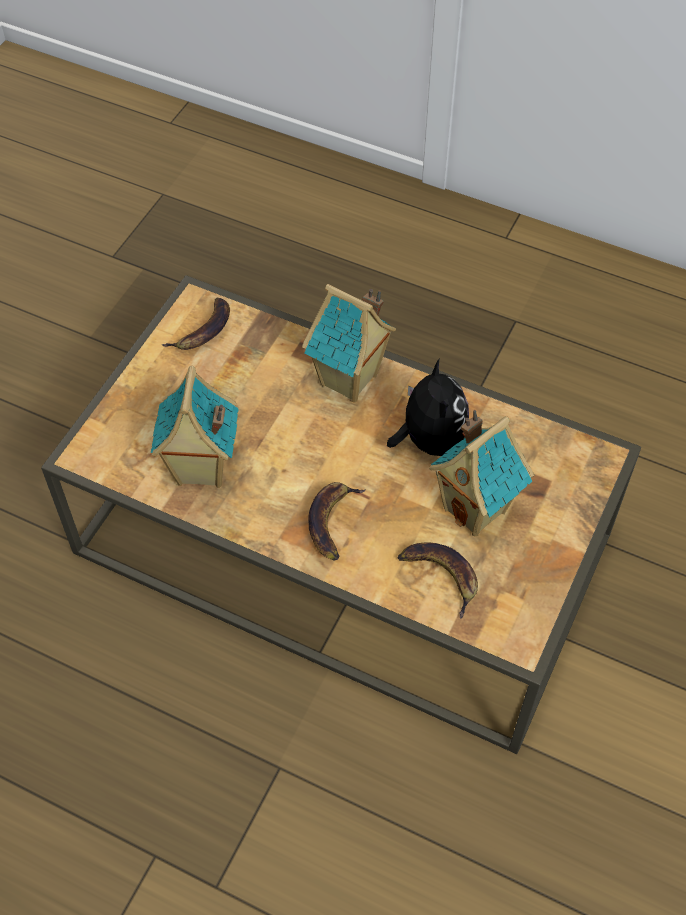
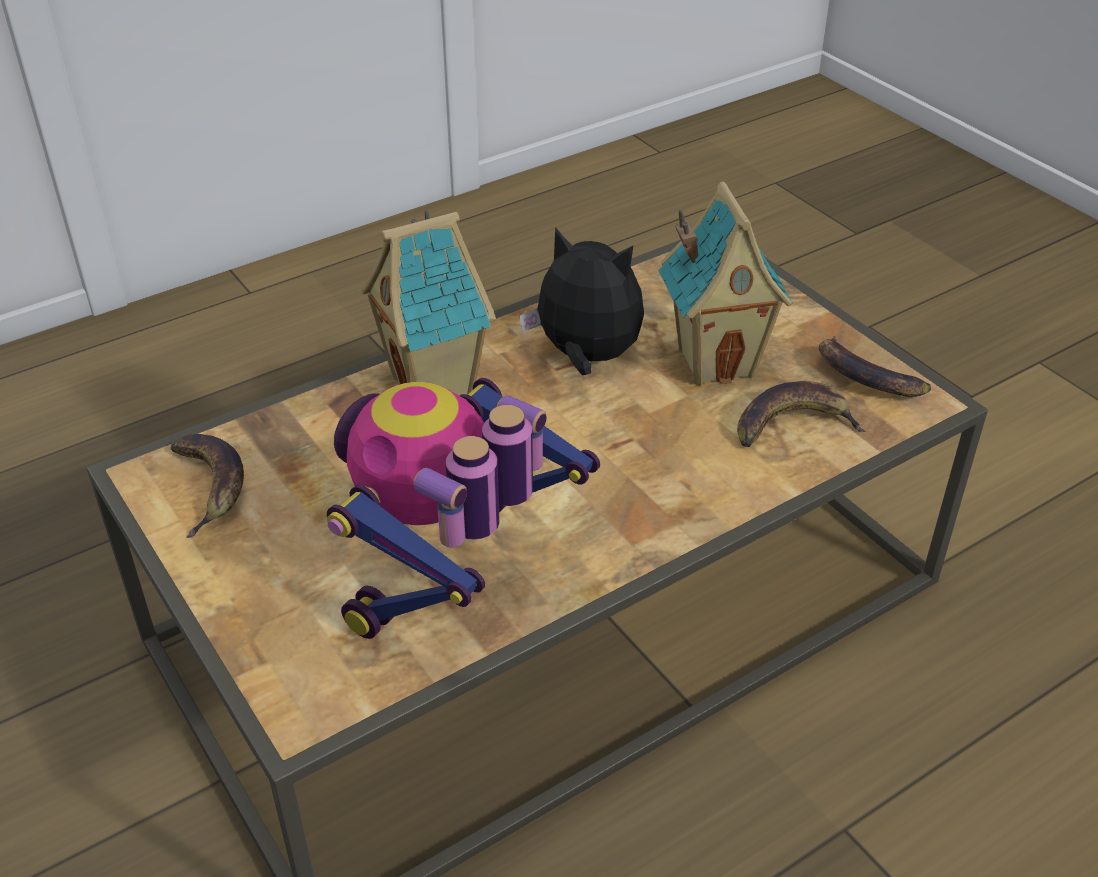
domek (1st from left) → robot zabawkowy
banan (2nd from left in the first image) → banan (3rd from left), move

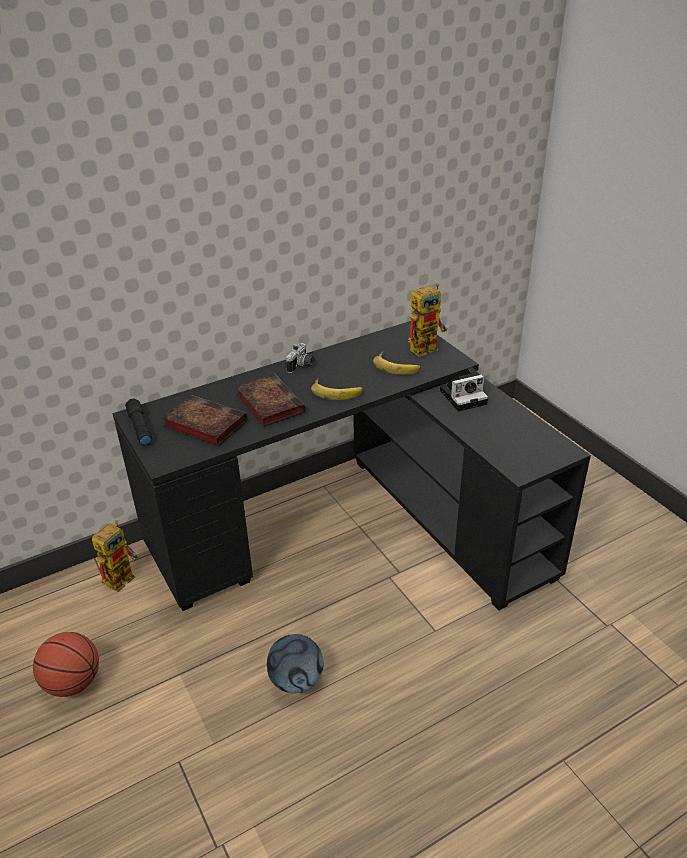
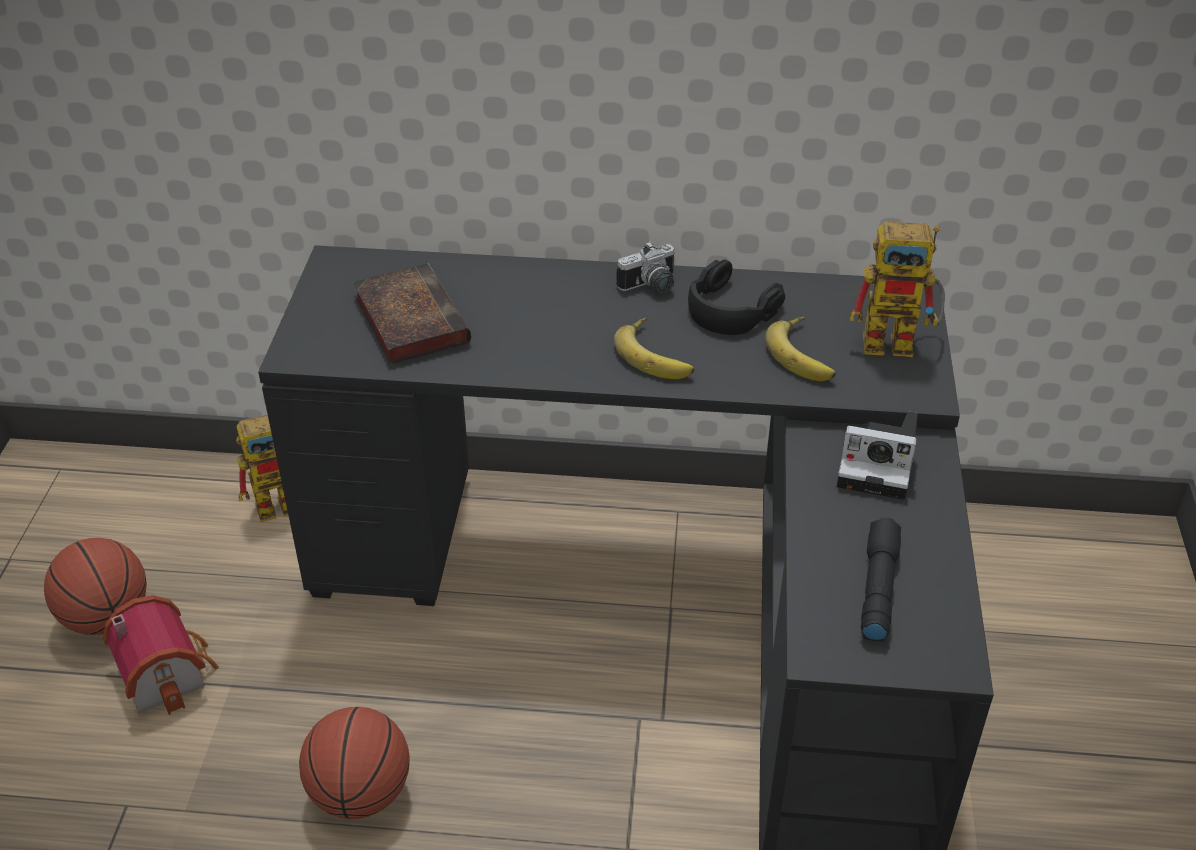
książka (2nd from left) → -
latarka/czarny, move
piłka futbolowa → piłka do koszykówki (2nd from left)
- → słuchawki/czarny
- → domek

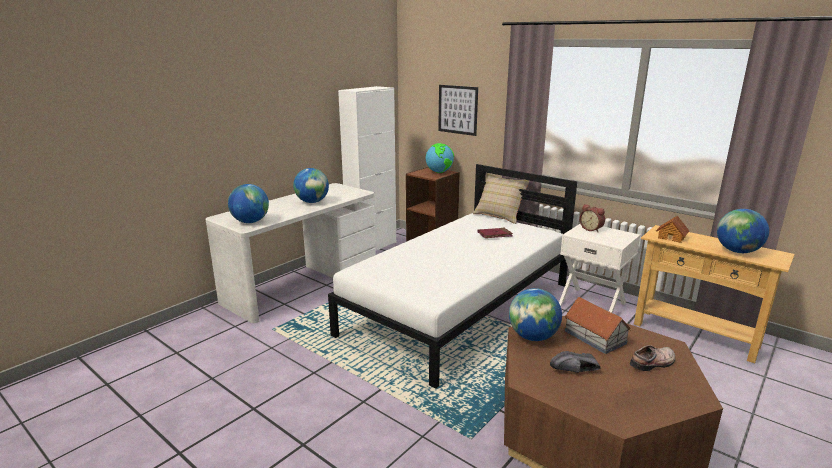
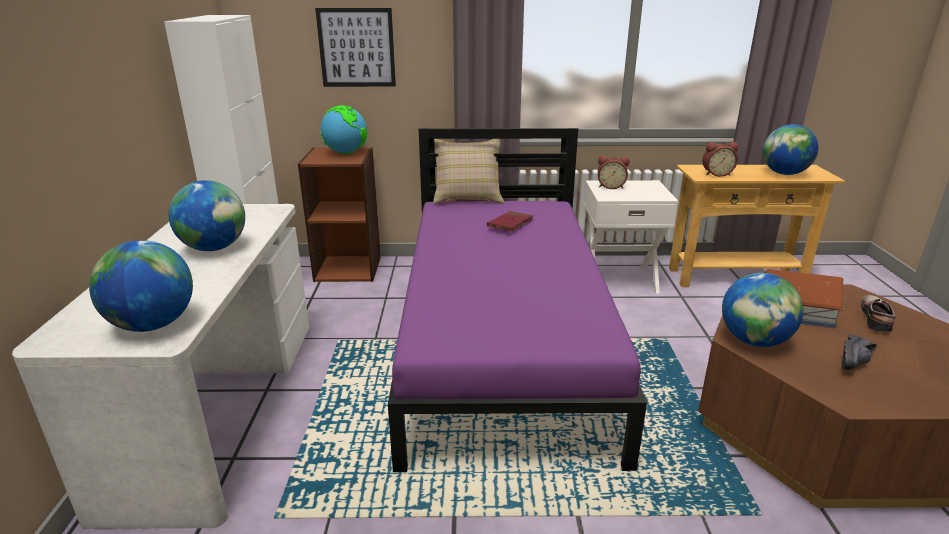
łóżko/biały → łóżko/fioletowy
domek (2nd from left) → budzik (2nd from left)

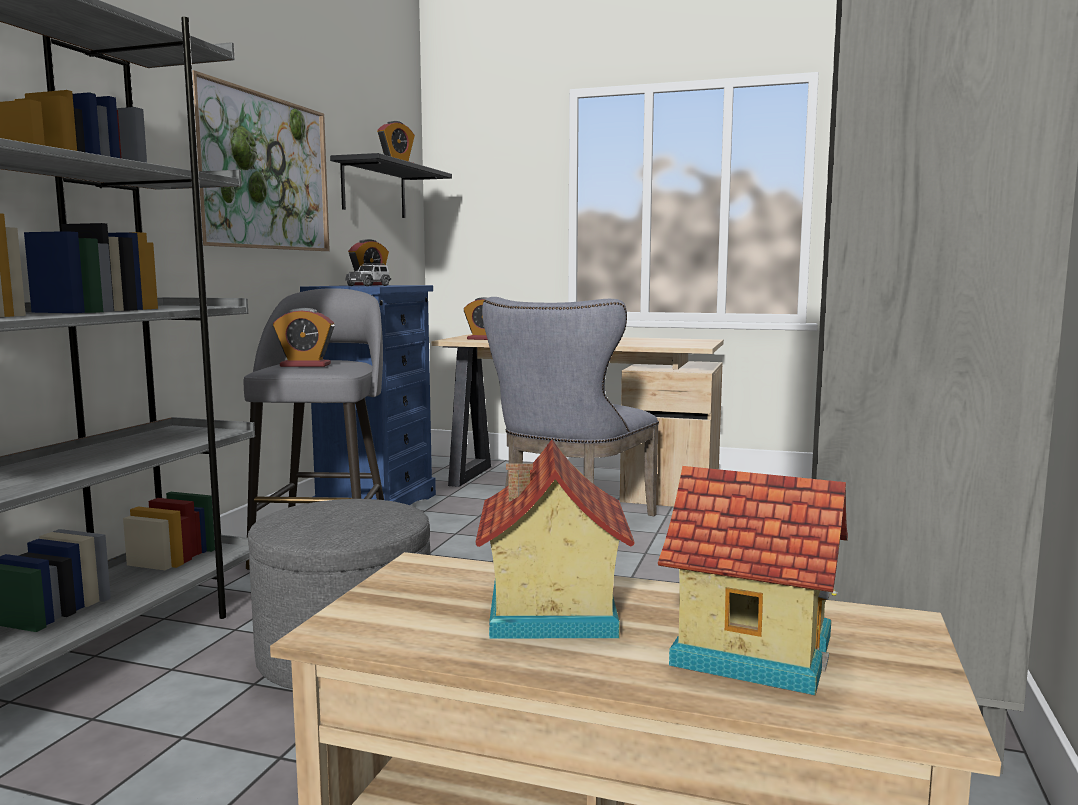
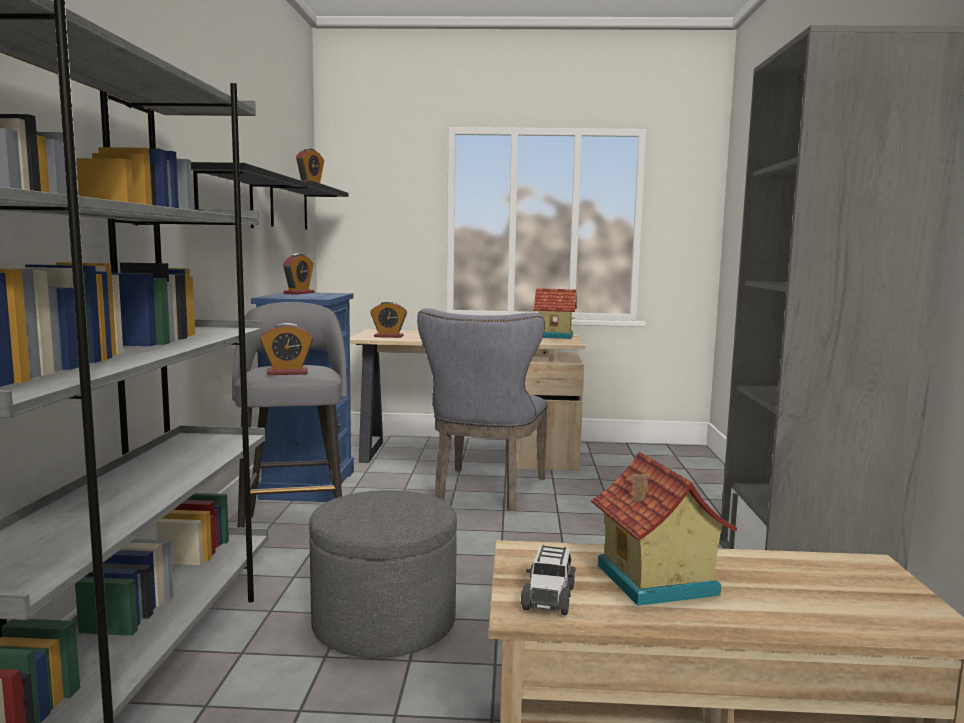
obraz → półka/czarny (1st from left)
samochodzik, move
domek (2nd from left in the first image) → domek (1st from left), move

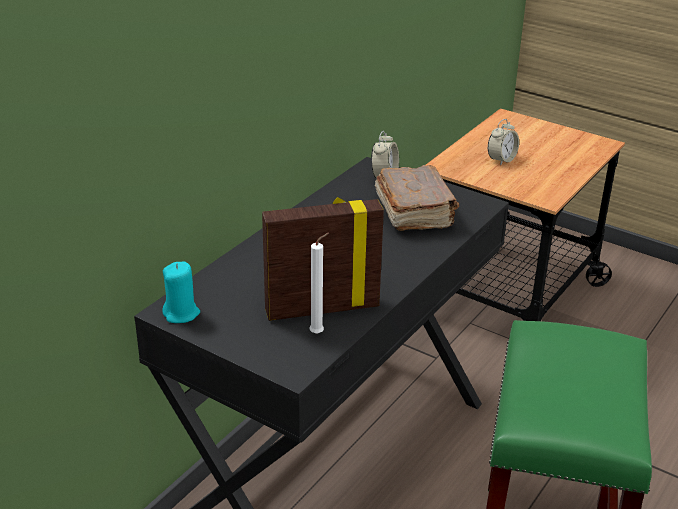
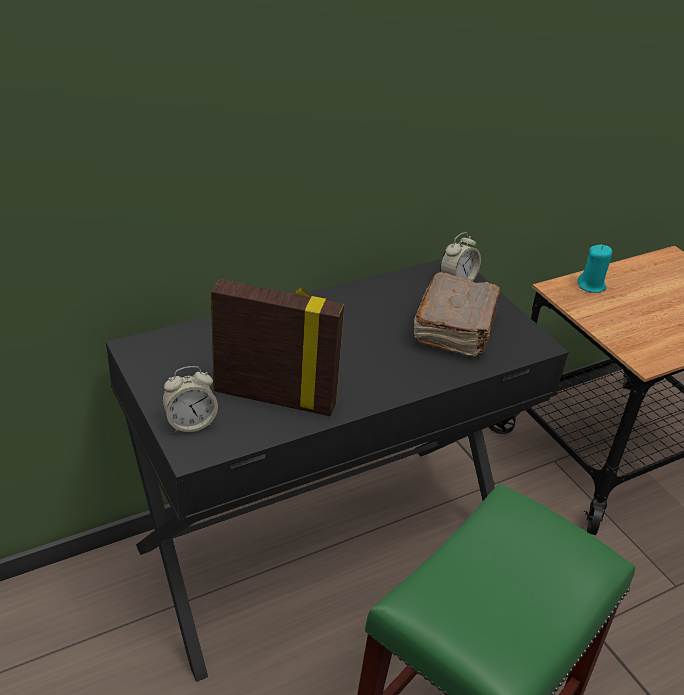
budzik (2nd from left in the first image) → budzik (1st from left), move
świeca/biały → -
świeca/turkusowy, move

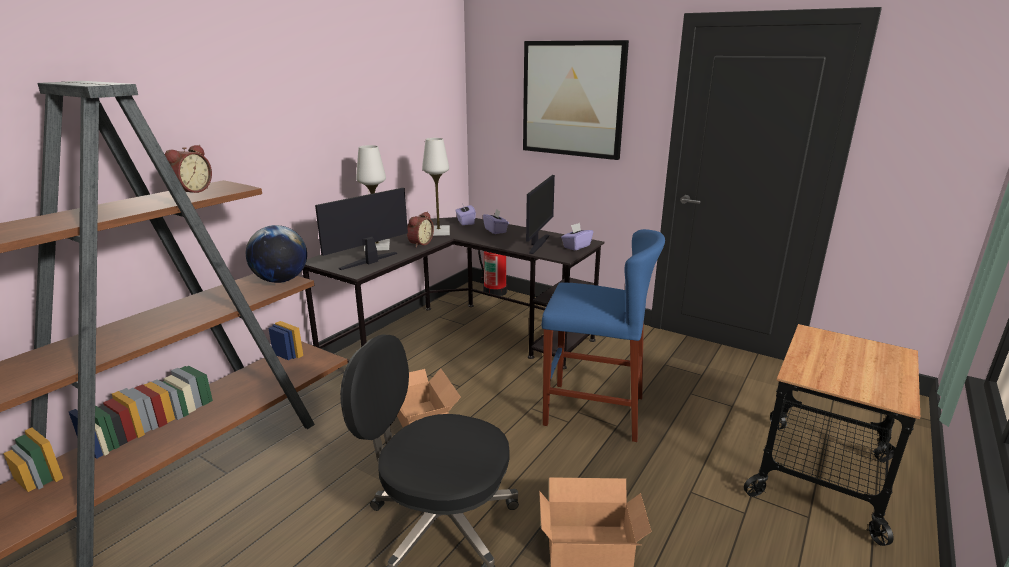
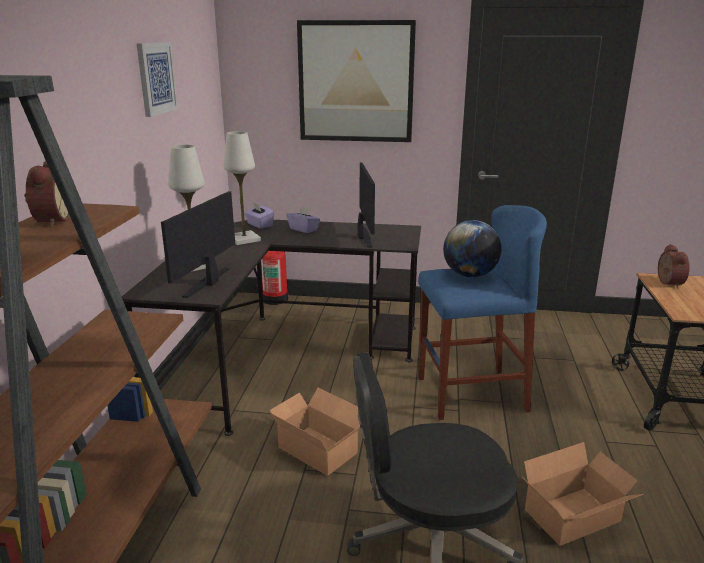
budzik (2nd from left), move
pudełko chusteczek/fioletowy (3rd from left) → -
globus, move
- → obraz (1st from left)

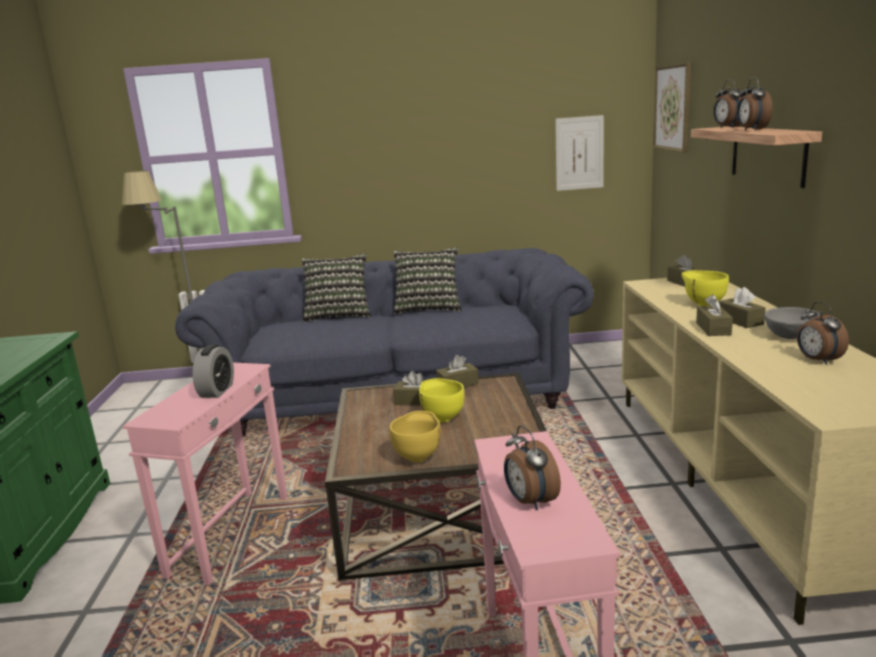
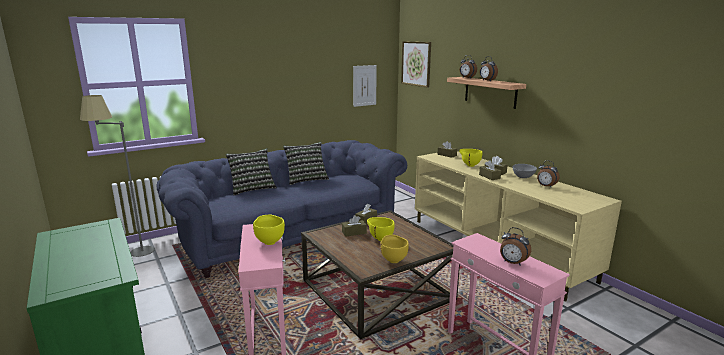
budzik (1st from left) → miska/żółty (1st from left)

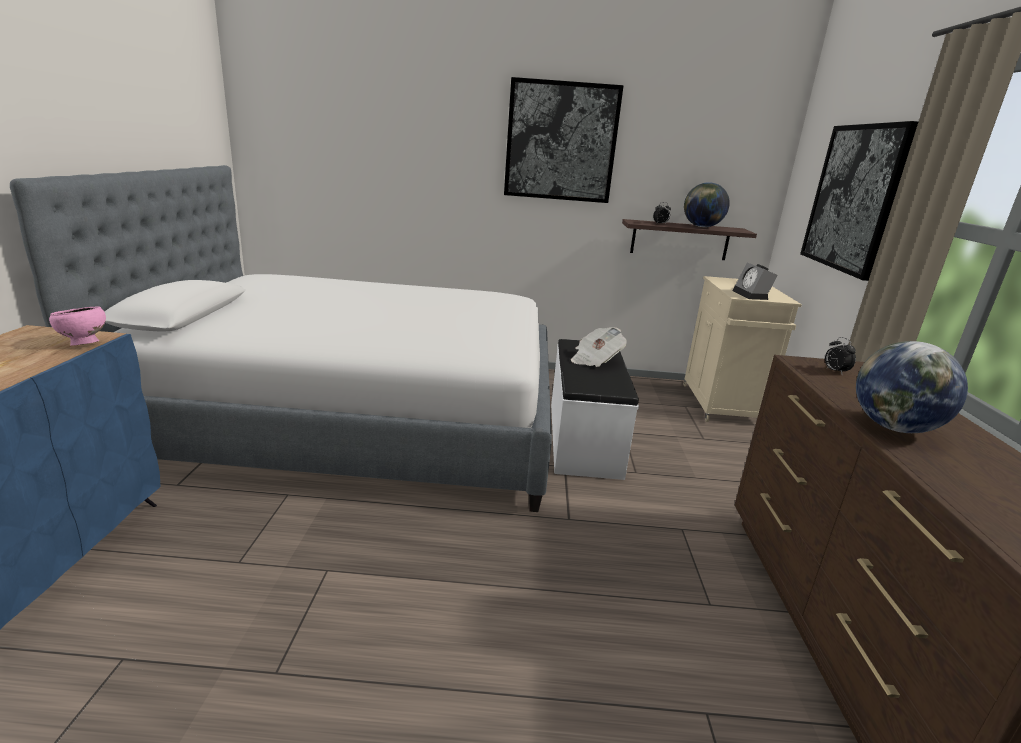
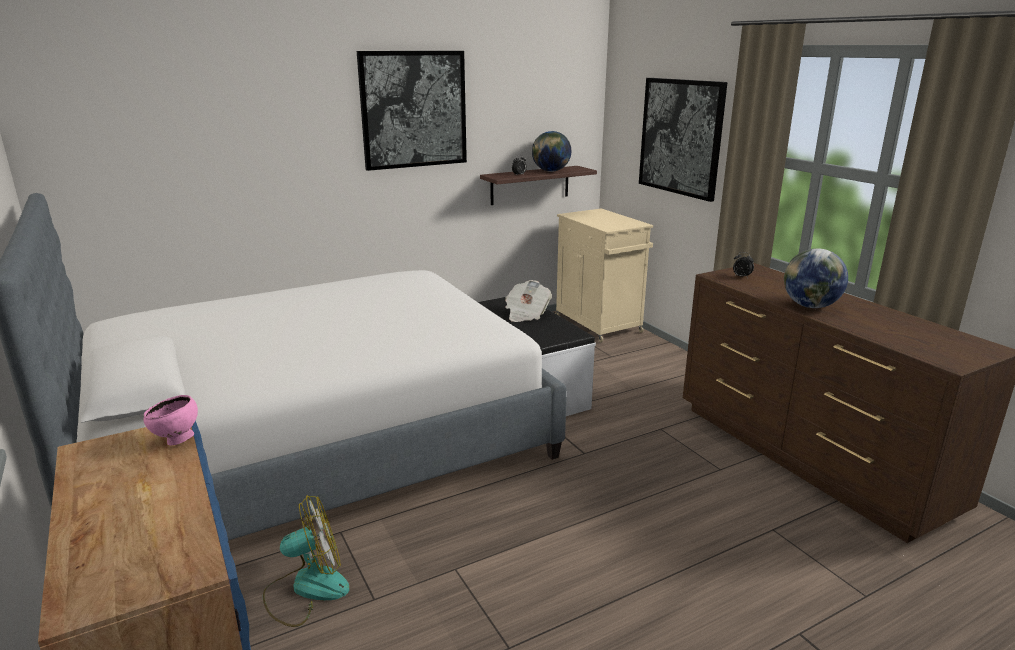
budzik (2nd from left) → -
- → wentylator

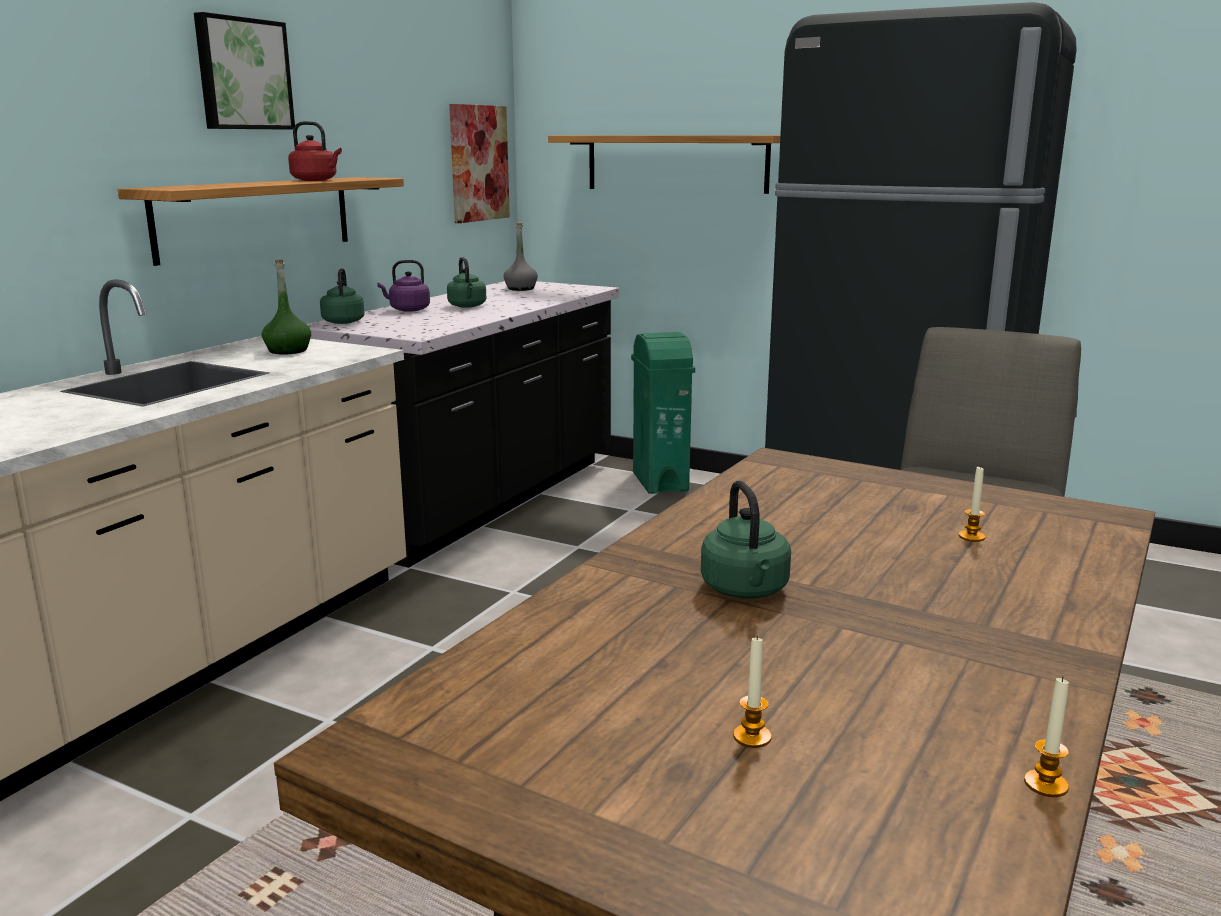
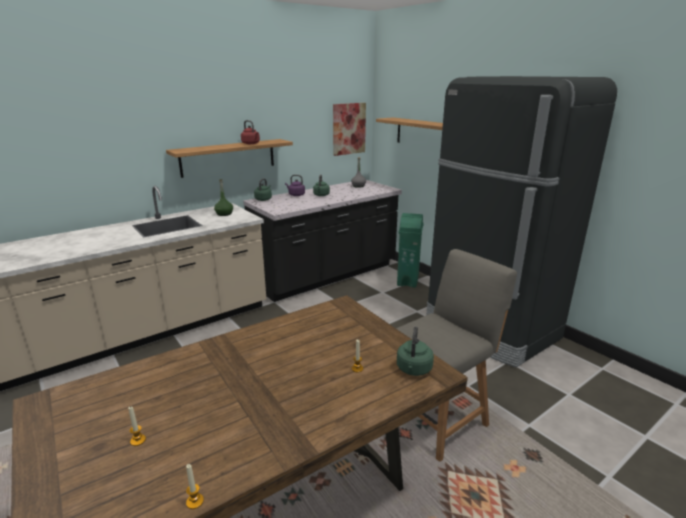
obraz (1st from left) → -
czajnik/zielony (3rd from left), move

